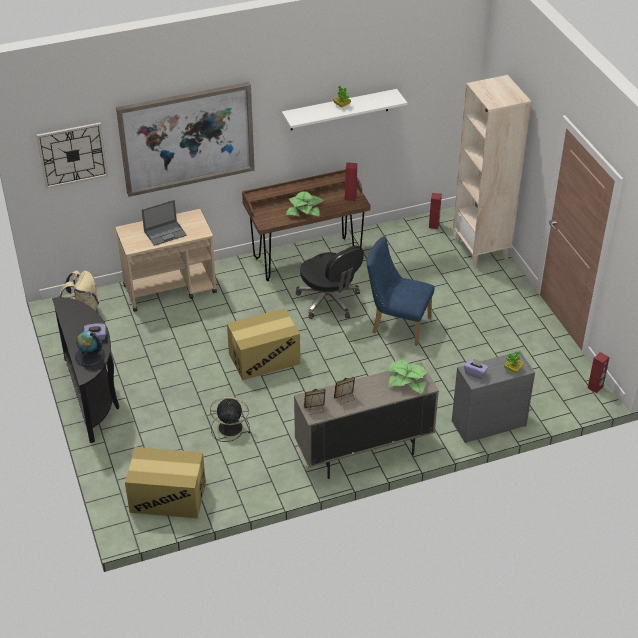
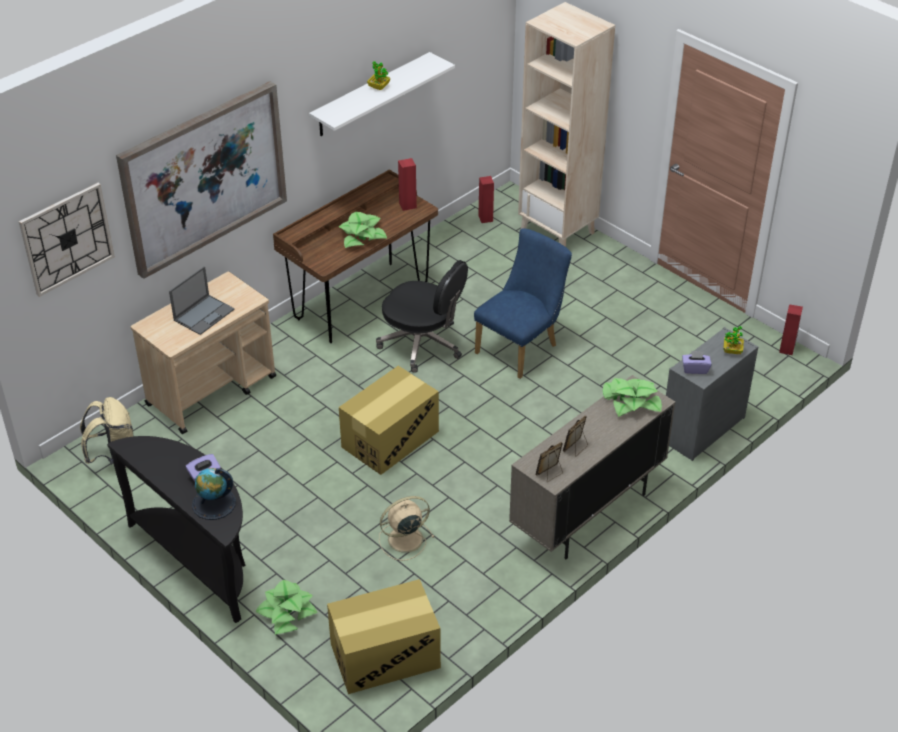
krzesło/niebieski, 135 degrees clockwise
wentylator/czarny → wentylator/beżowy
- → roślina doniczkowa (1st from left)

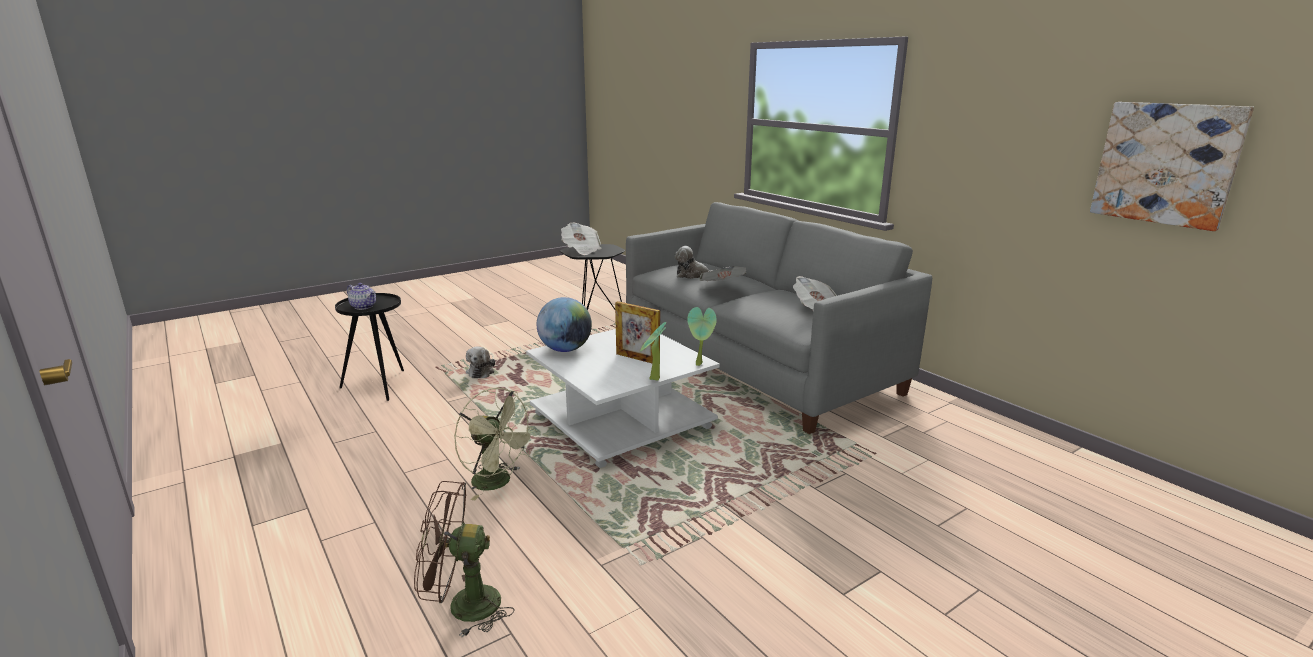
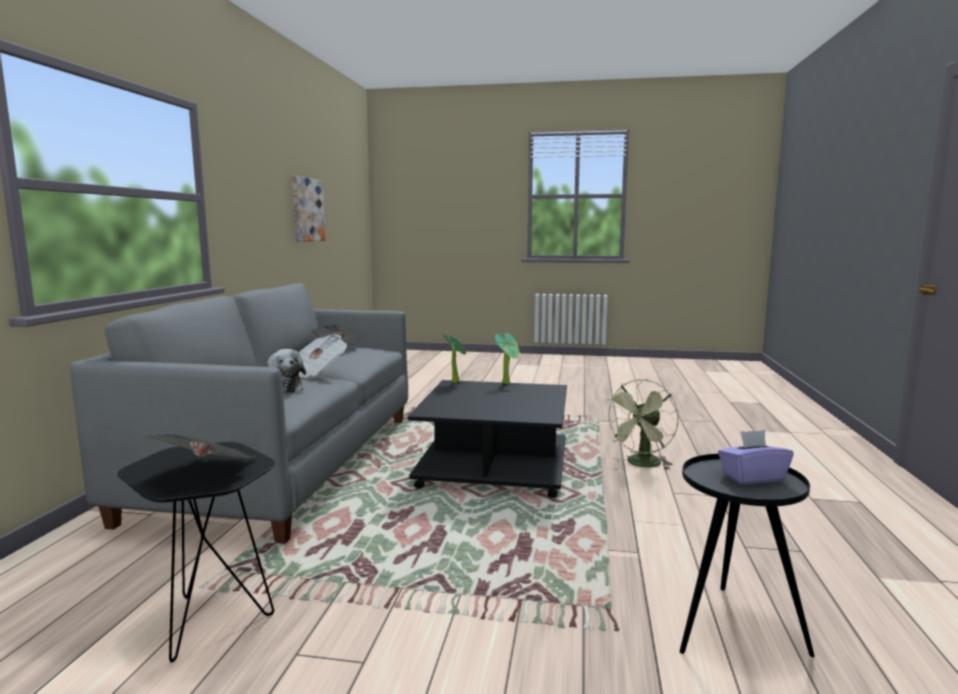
imbryk → pudełko chusteczek/fioletowy
globus → -
ramka na zdjęcie → -
ława/biały → ława/czarny
pluszak (1st from left) → -
wentylator/zielony, 135 degrees counterclockwise
wentylator/brązowy → -

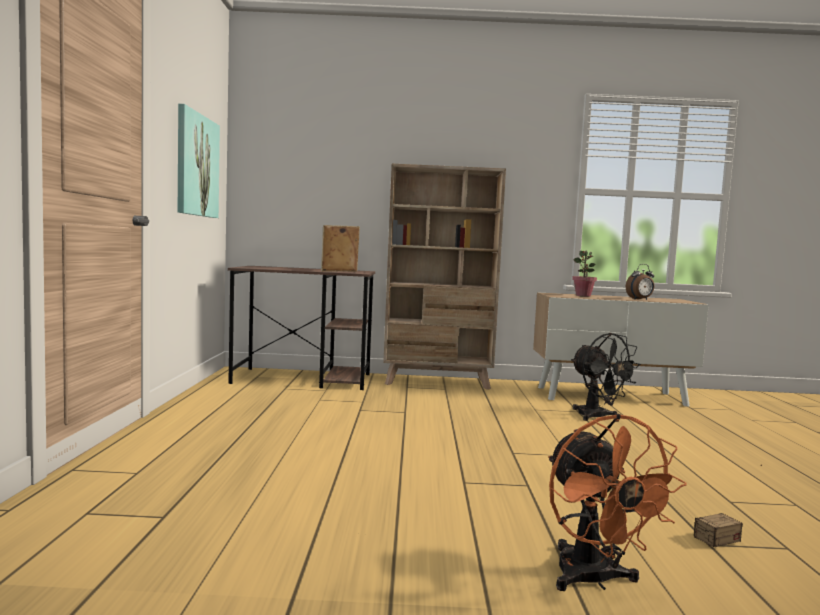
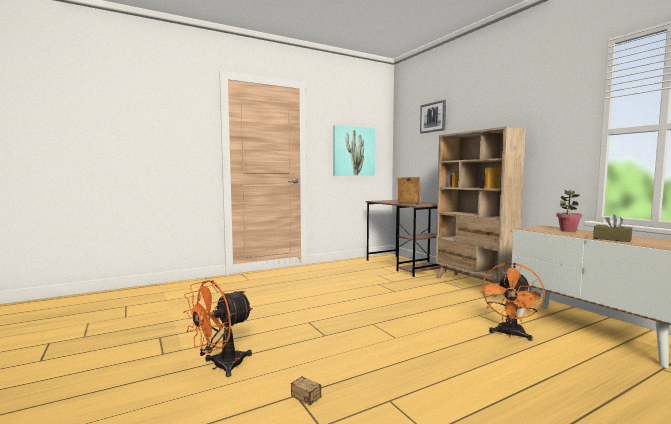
budzik → pudełko chusteczek/brązowy
wentylator/czarny → wentylator/pomarańczowy (2nd from left)
- → obraz (2nd from left)

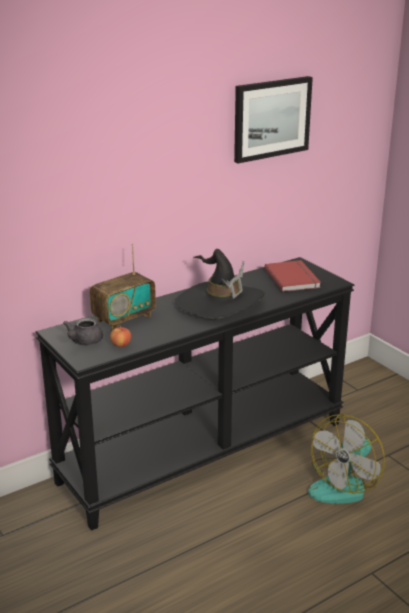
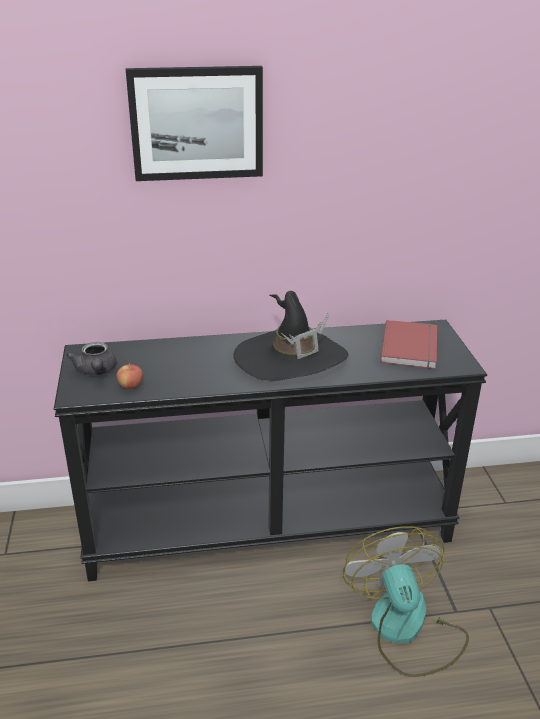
obraz, move
radio → -
imbryk/szary, 60 degrees counterclockwise
wentylator, 105 degrees clockwise

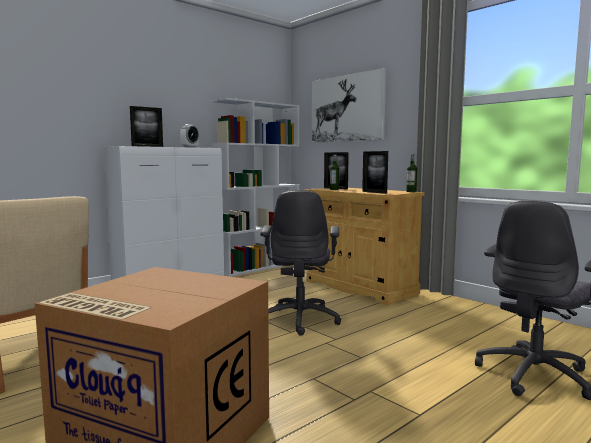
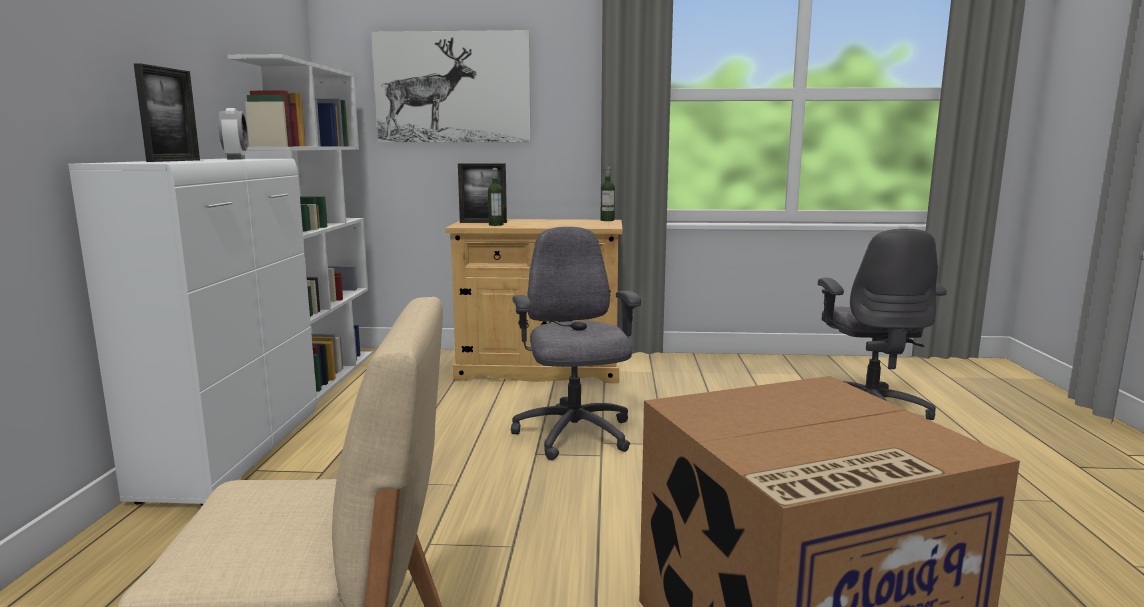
ramka na zdjęcie (3rd from left) → -
krzesło biurowe/szary (1st from left), 150 degrees counterclockwise

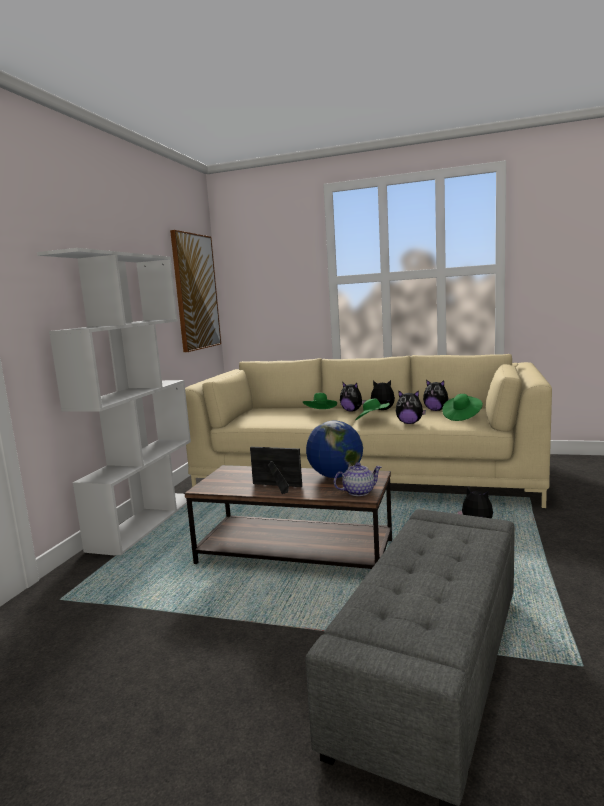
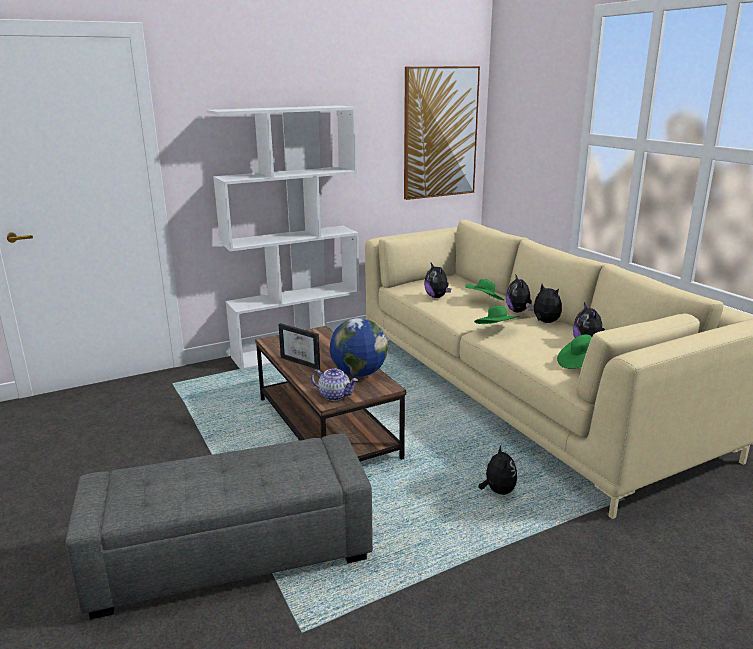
pluszak (3rd from left in the first image) → pluszak (1st from left), move
ramka na zdjęcie, 150 degrees clockwise

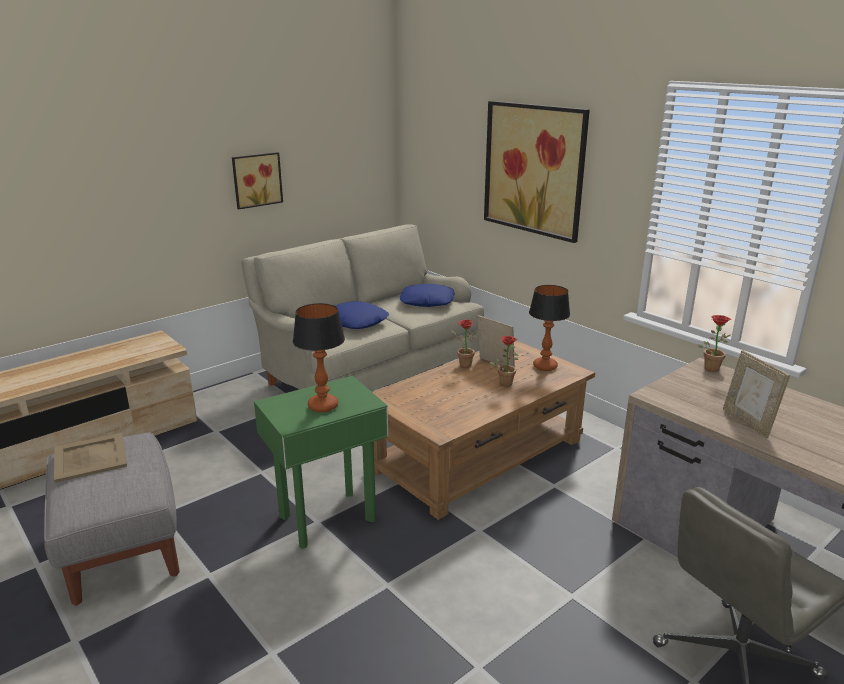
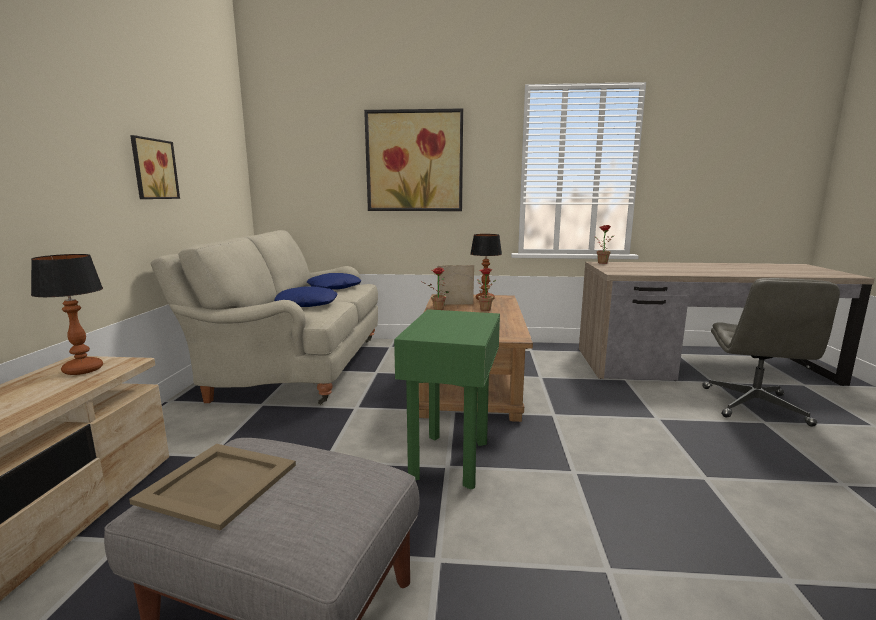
lampa stołowa (1st from left), move
ramka na zdjęcie (2nd from left) → -

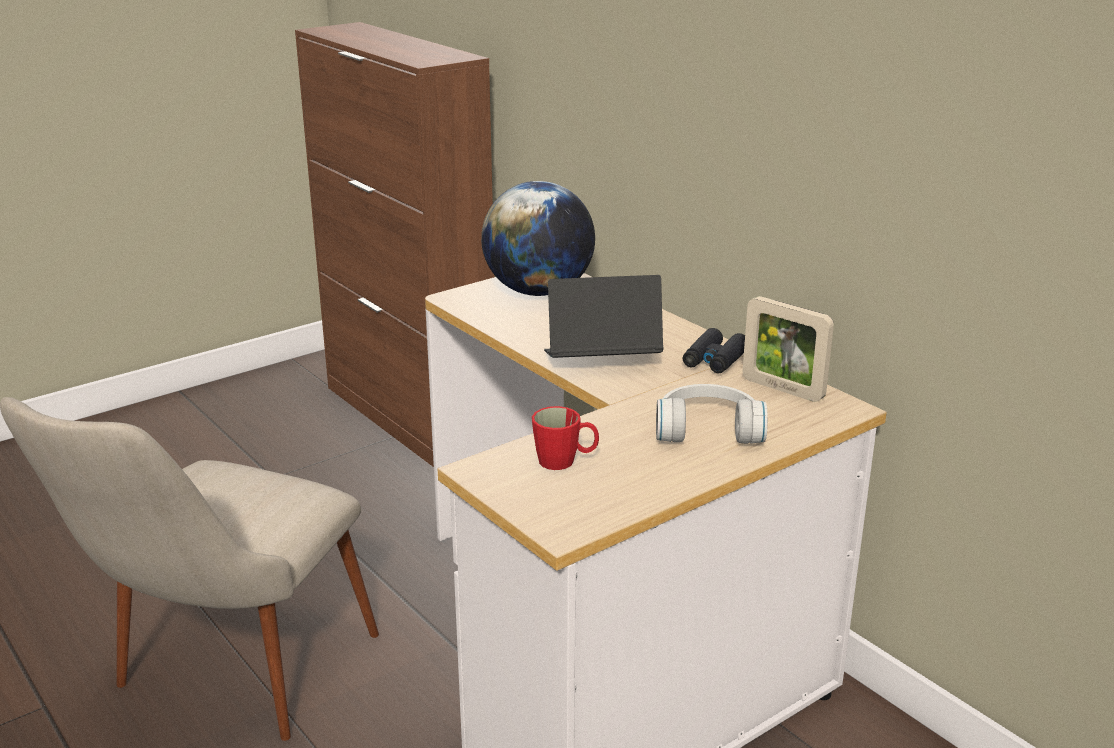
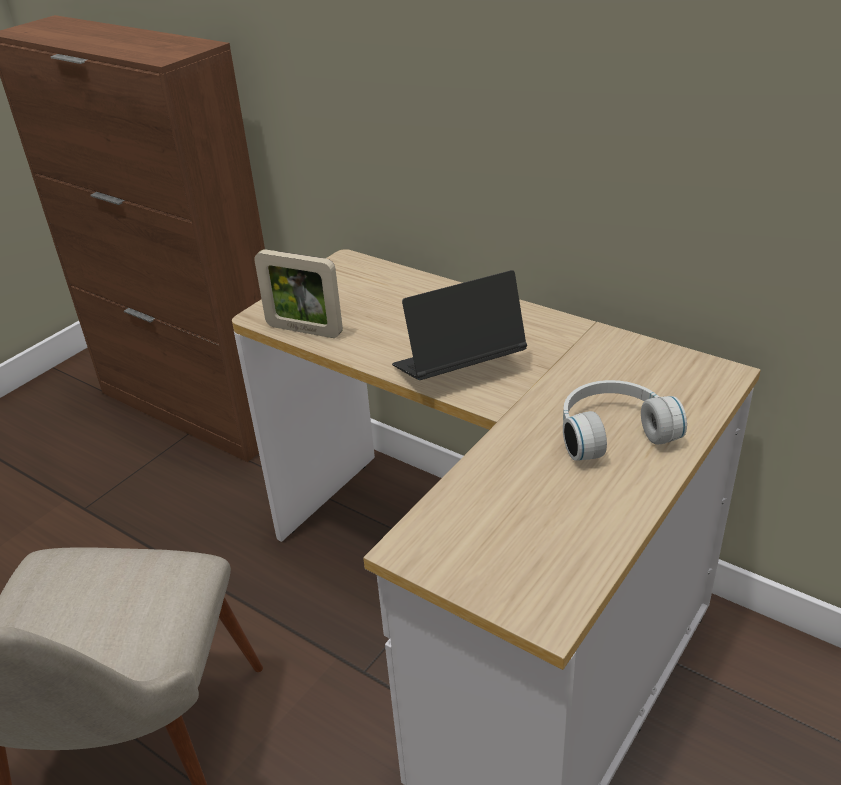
globus → -
ramka na zdjęcie, move
lornetka/czarny → -
kubek/czerwony → -

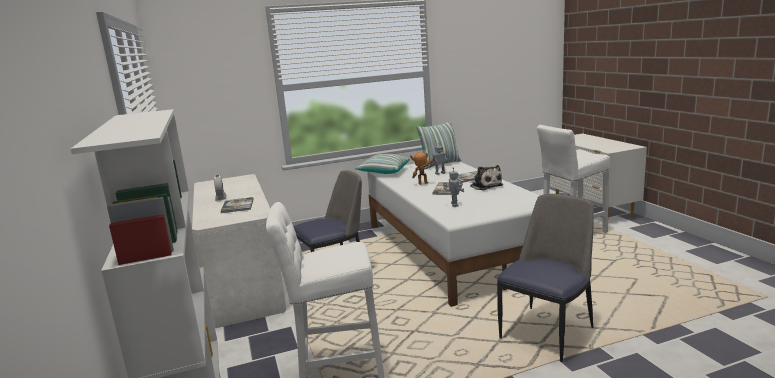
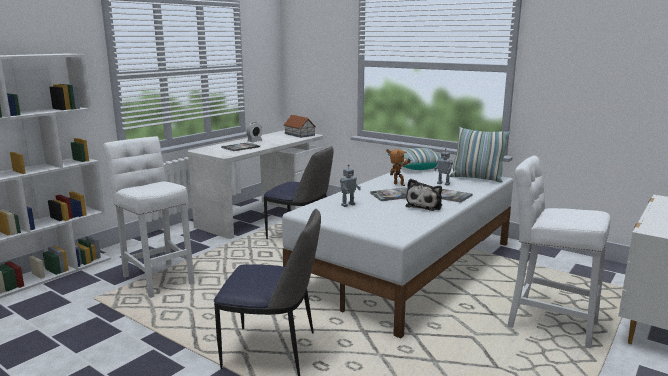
- → domek

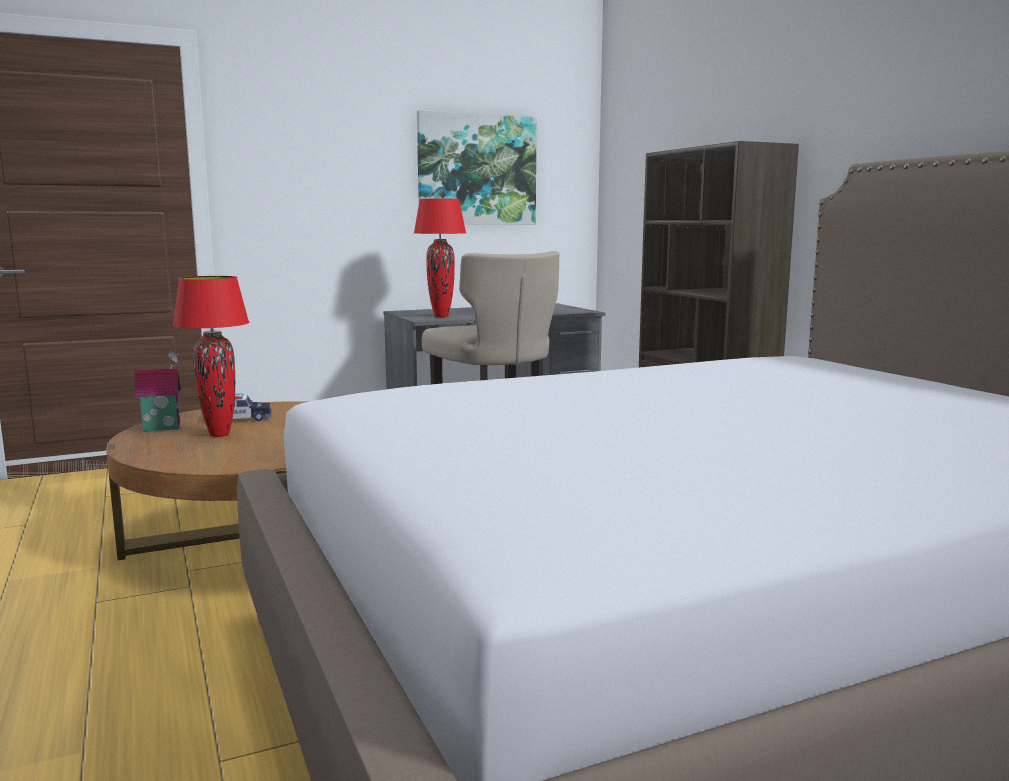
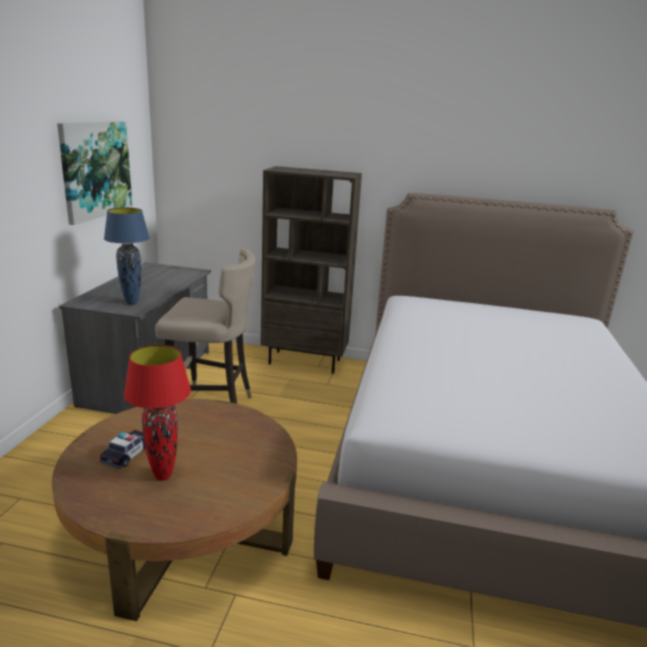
lampa stołowa/czerwony (2nd from left) → lampa stołowa/niebieski
domek → -

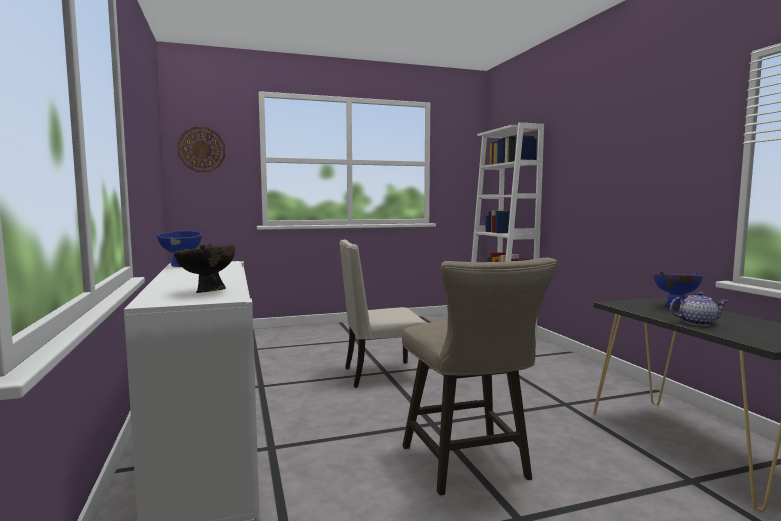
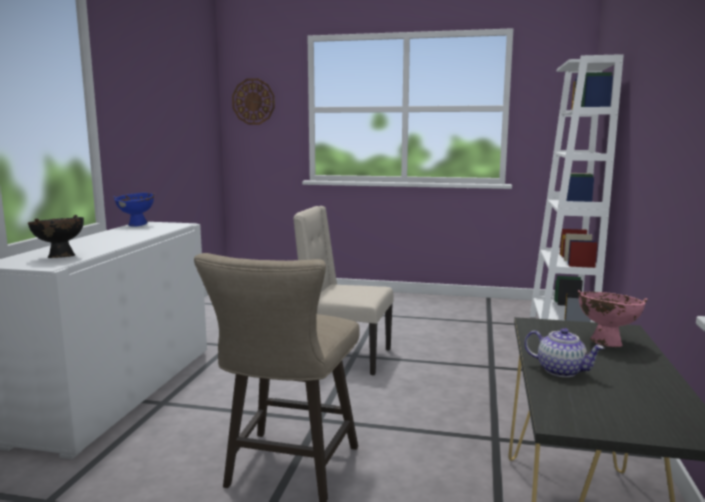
miska/niebieski (2nd from left) → miska/różowy

